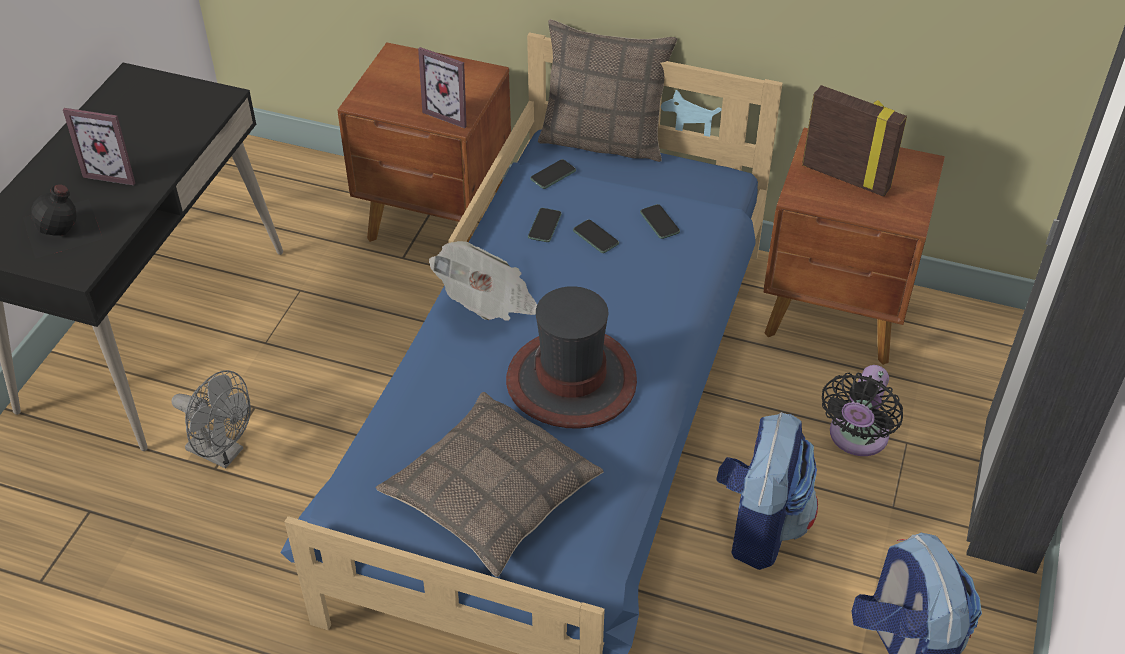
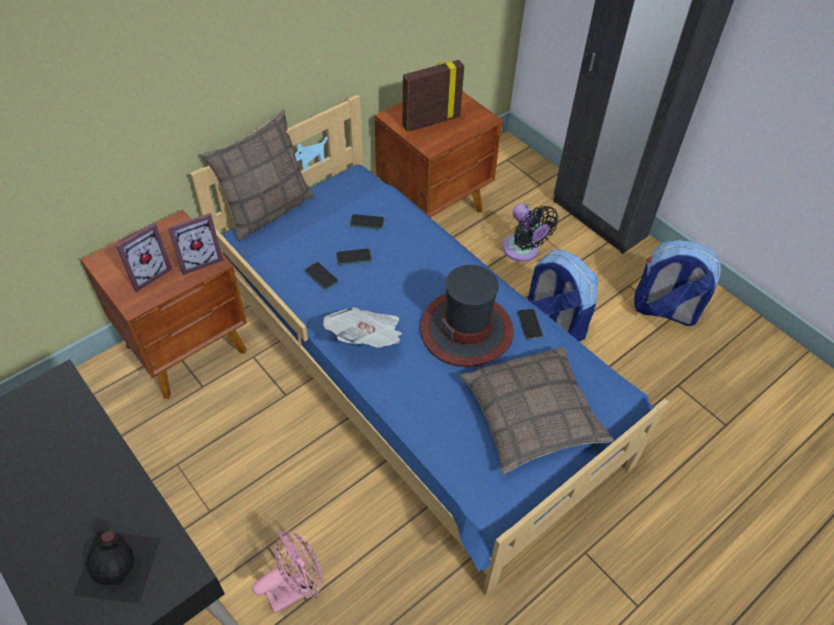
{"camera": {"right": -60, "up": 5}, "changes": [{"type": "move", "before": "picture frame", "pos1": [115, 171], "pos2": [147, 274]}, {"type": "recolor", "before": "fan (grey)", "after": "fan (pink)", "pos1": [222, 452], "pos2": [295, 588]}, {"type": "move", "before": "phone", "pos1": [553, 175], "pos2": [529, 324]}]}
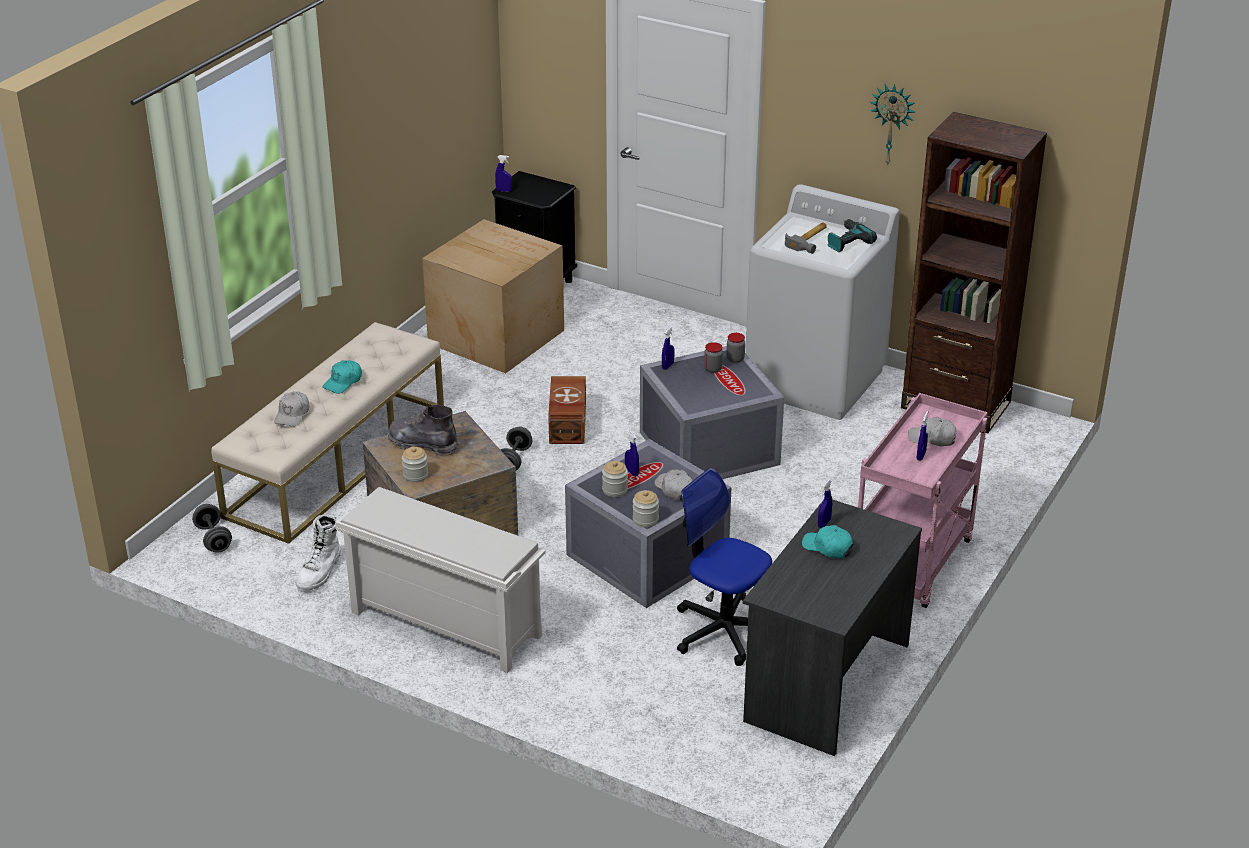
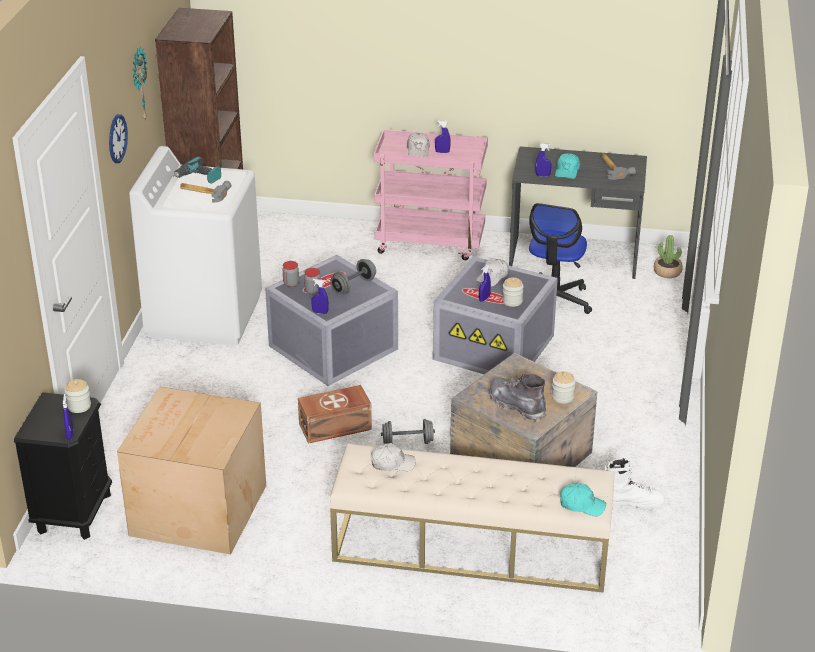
{"camera": {"right": -110, "up": 0}, "changes": [{"type": "move", "before": "dumbbell (grey)", "pos1": [213, 539], "pos2": [353, 286]}, {"type": "move", "before": "cap (white)", "pos1": [292, 415], "pos2": [392, 463]}, {"type": "move", "before": "cap (turquoise)", "pos1": [343, 382], "pos2": [581, 505]}, {"type": "delete", "before": "shoe rack (white)", "pos1": [443, 624]}, {"type": "rotate", "before": "boot (grey)", "pos1": [423, 444], "pos2": [517, 406], "turn": 135}, {"type": "move", "before": "jar", "pos1": [645, 520], "pos2": [79, 406]}, {"type": "insert", "after": "wall clock", "pos2": [117, 138]}, {"type": "insert", "after": "hammer", "pos2": [613, 168]}, {"type": "insert", "after": "potted plant", "pos2": [667, 272]}]}
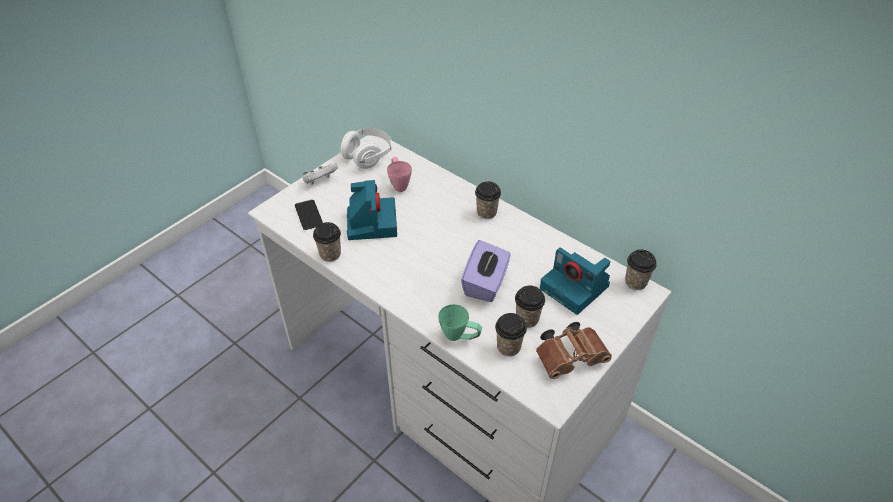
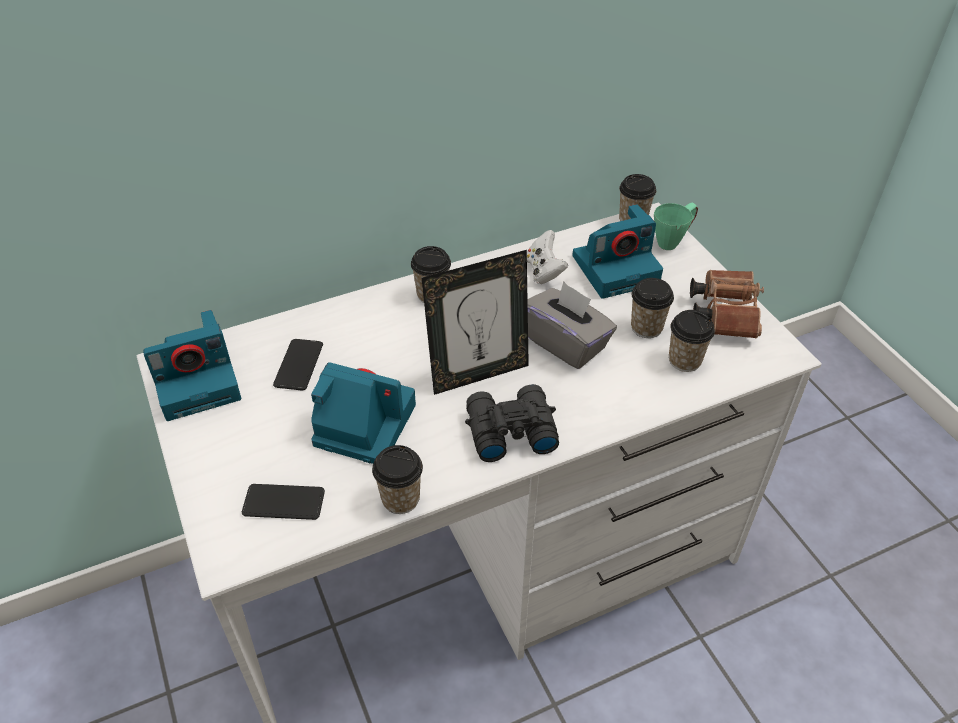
{"camera": {"right": -65, "up": 0}, "changes": [{"type": "move", "before": "game controller (white)", "pos1": [320, 181], "pos2": [544, 271]}, {"type": "replace", "before": "headphones (white)", "after": "photo camera", "pos1": [368, 156], "pos2": [199, 381]}, {"type": "replace", "before": "mug (pink)", "after": "phone", "pos1": [399, 184], "pos2": [299, 365]}, {"type": "move", "before": "mug (green)", "pos1": [460, 337], "pos2": [673, 240]}, {"type": "recolor", "before": "tissue box (purple)", "after": "tissue box (grey)", "pos1": [485, 283], "pos2": [566, 343]}, {"type": "insert", "after": "picture frame", "pos2": [478, 374]}, {"type": "insert", "after": "binoculars (black)", "pos2": [509, 430]}]}
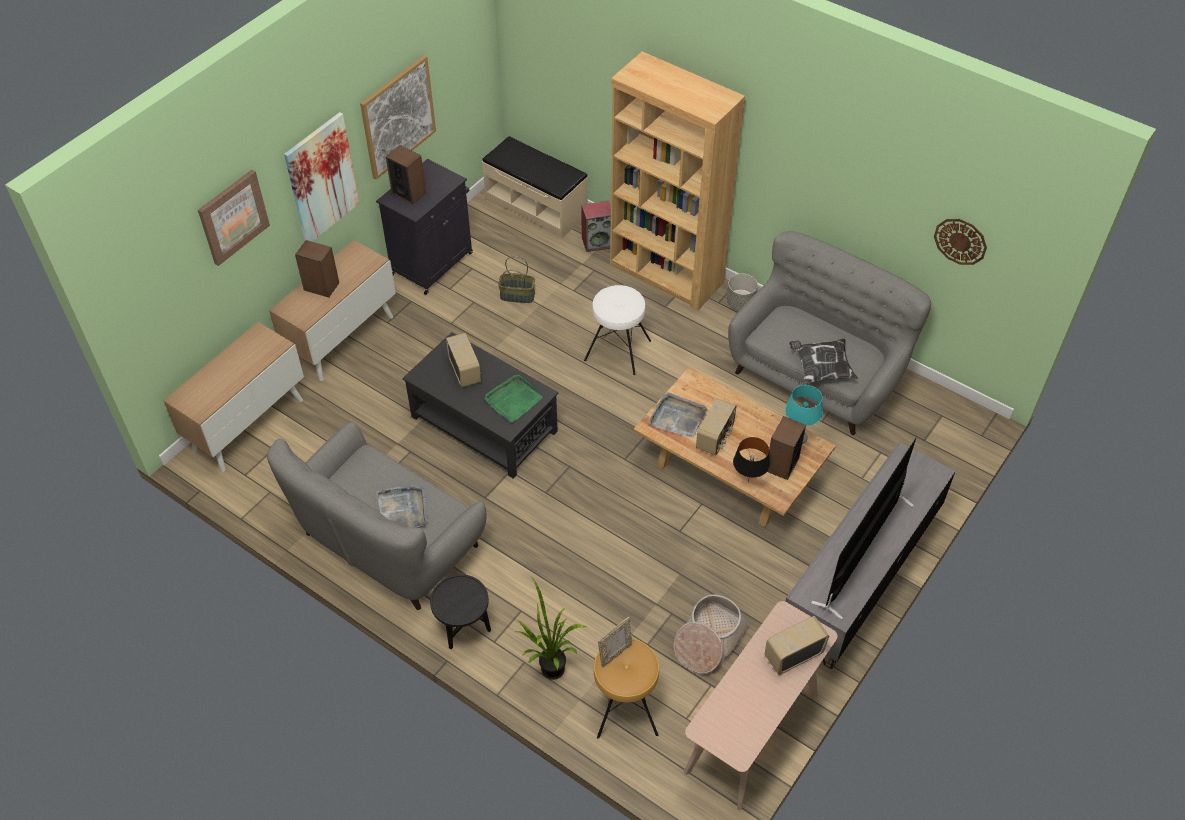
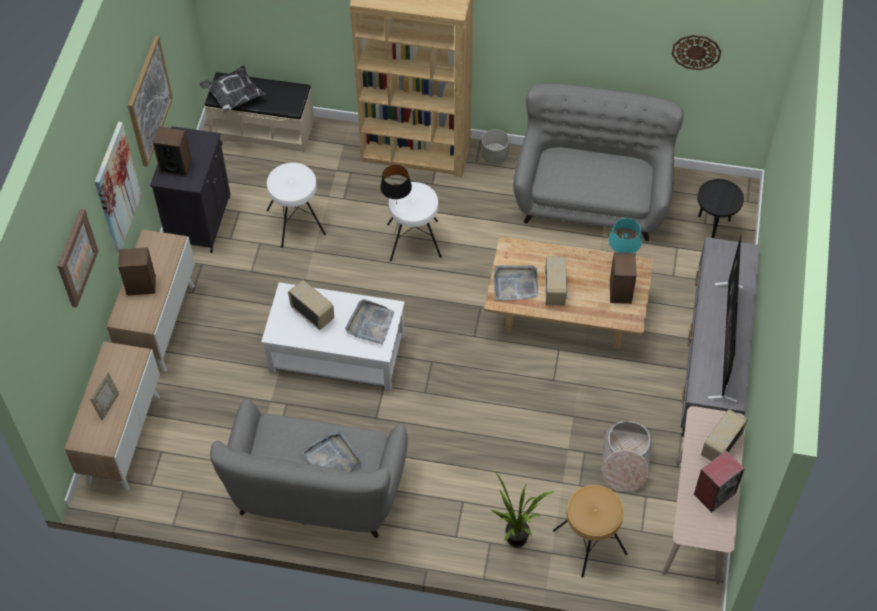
{"camera": {"right": -25, "up": 5}, "changes": [{"type": "recolor", "before": "coffee table (black)", "after": "coffee table (white)", "pos1": [483, 423], "pos2": [336, 352]}, {"type": "move", "before": "side table (black)", "pos1": [464, 632], "pos2": [713, 228]}, {"type": "recolor", "before": "tray (green)", "after": "tray (grey)", "pos1": [513, 400], "pos2": [370, 324]}, {"type": "replace", "before": "basket", "after": "stool (white)", "pos1": [518, 295], "pos2": [296, 222]}, {"type": "move", "before": "speaker", "pos1": [597, 242], "pos2": [714, 493]}, {"type": "move", "before": "picture frame", "pos1": [615, 653], "pos2": [108, 405]}, {"type": "move", "before": "table lamp (black)", "pos1": [748, 481], "pos2": [396, 203]}, {"type": "move", "before": "pillow", "pos1": [821, 368], "pos2": [233, 96]}]}
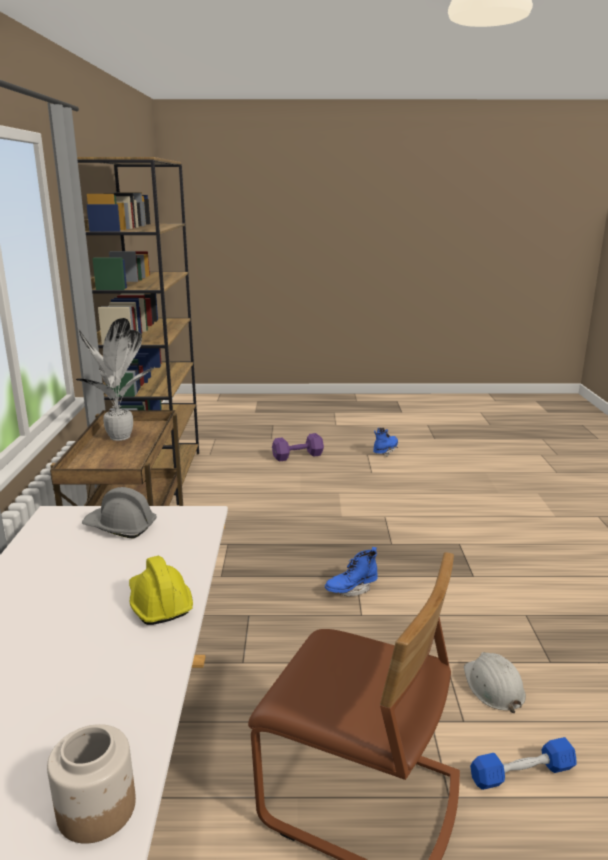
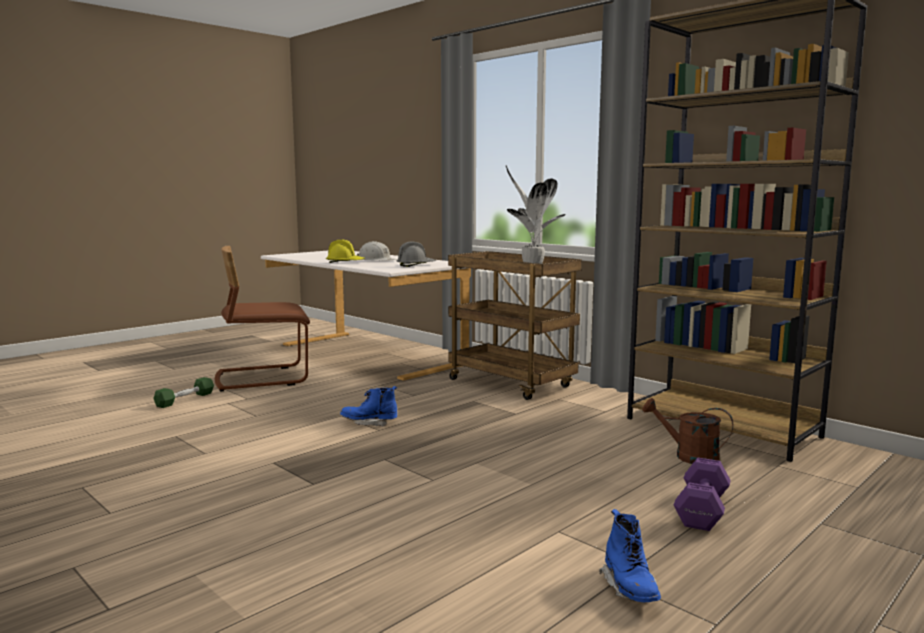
{"camera": {"right": 135, "up": -10}, "changes": [{"type": "delete", "before": "jar", "pos1": [96, 809]}, {"type": "rotate", "before": "boot (blue)", "pos1": [351, 589], "pos2": [369, 423], "turn": -105}, {"type": "move", "before": "hard hat (white)", "pos1": [493, 686], "pos2": [376, 260]}, {"type": "recolor", "before": "dumbbell (blue)", "after": "dumbbell (green)", "pos1": [522, 773], "pos2": [185, 399]}, {"type": "insert", "after": "watering can (brown)", "pos2": [688, 456]}]}
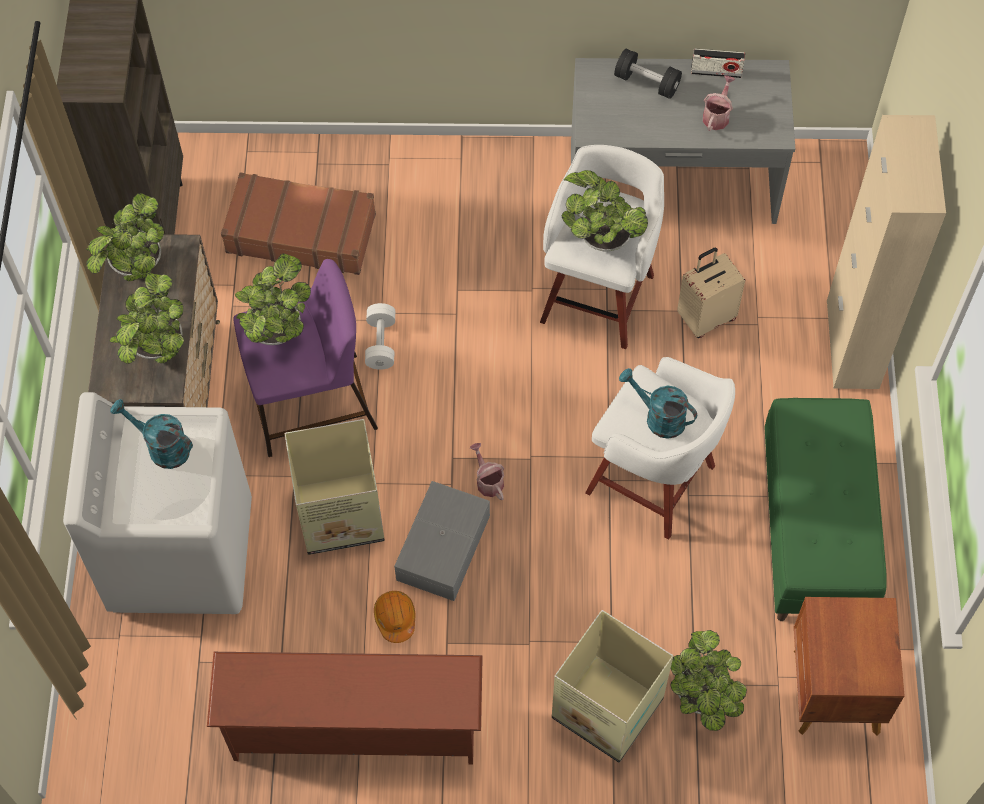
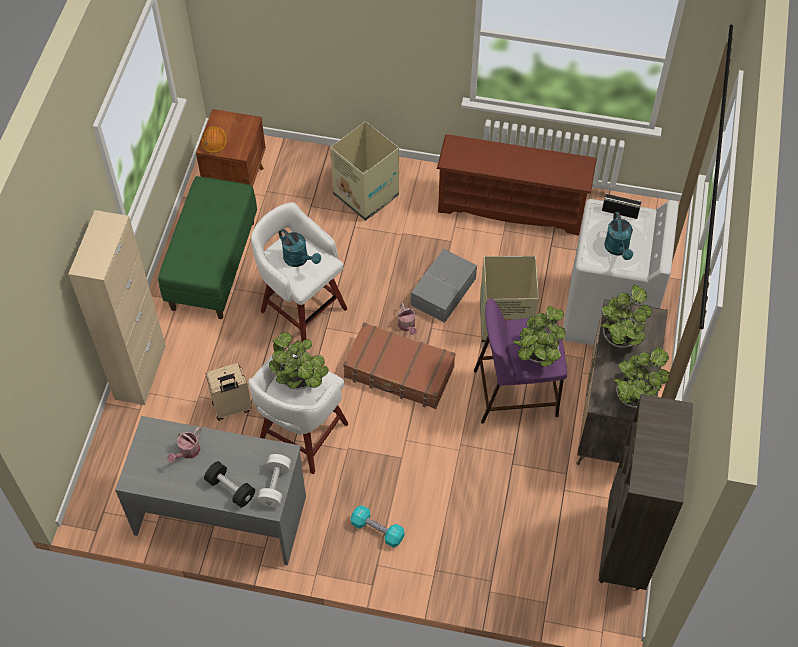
{"camera": {"right": -170, "up": -5}, "changes": [{"type": "rotate", "before": "watering can (turquoise)", "pos1": [161, 447], "pos2": [618, 249], "turn": 45}, {"type": "move", "before": "suitcase (brown)", "pos1": [301, 232], "pos2": [399, 373]}, {"type": "move", "before": "dumbbell (white)", "pos1": [381, 343], "pos2": [275, 485]}, {"type": "move", "before": "hard hat (orange)", "pos1": [395, 618], "pos2": [214, 142]}, {"type": "delete", "before": "potted plant", "pos1": [703, 699]}, {"type": "move", "before": "radio", "pos1": [716, 72], "pos2": [620, 212]}, {"type": "insert", "after": "dumbbell (turquoise)", "pos2": [377, 530]}]}
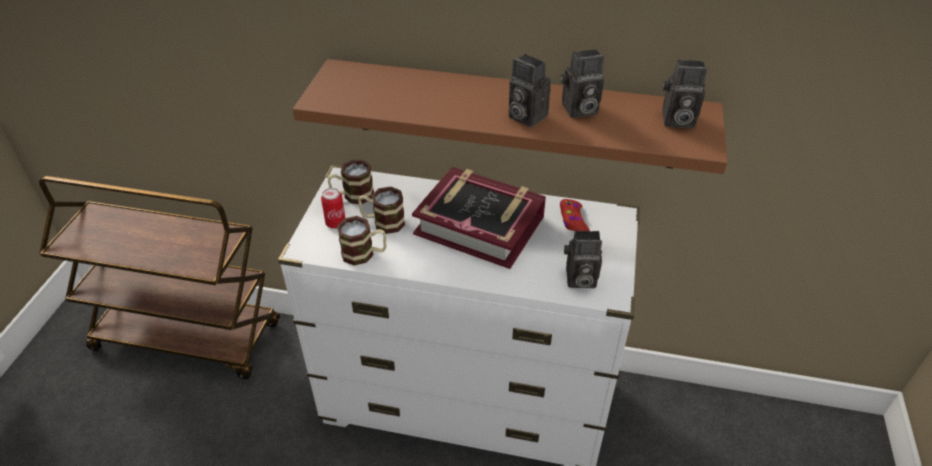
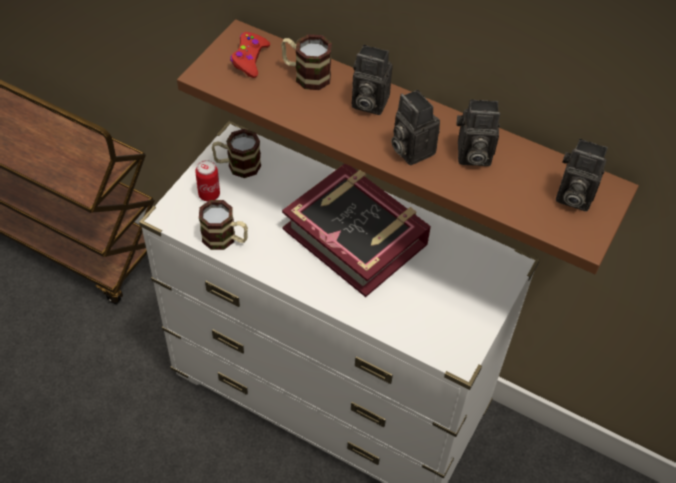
{"camera": {"right": 15, "up": 10}, "changes": [{"type": "move", "before": "mug", "pos1": [383, 222], "pos2": [305, 75]}, {"type": "move", "before": "game controller (red)", "pos1": [573, 221], "pos2": [249, 59]}, {"type": "move", "before": "photo camera", "pos1": [579, 279], "pos2": [367, 102]}]}
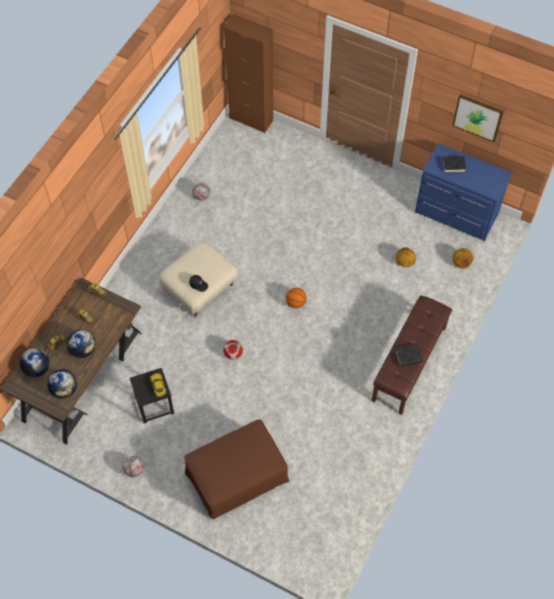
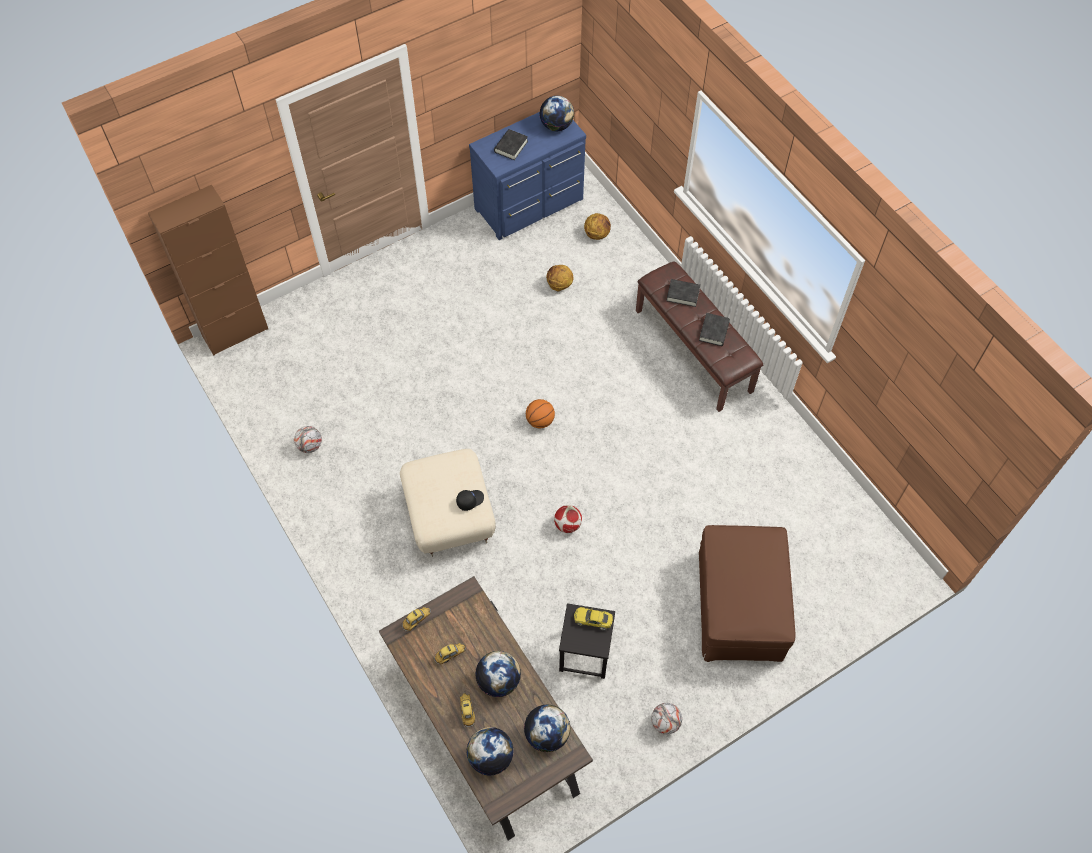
{"camera": {"right": -60, "up": 0}, "changes": [{"type": "delete", "before": "picture", "pos1": [477, 117]}, {"type": "insert", "after": "globe", "pos2": [556, 126]}, {"type": "insert", "after": "book (black)", "pos2": [683, 294]}]}
